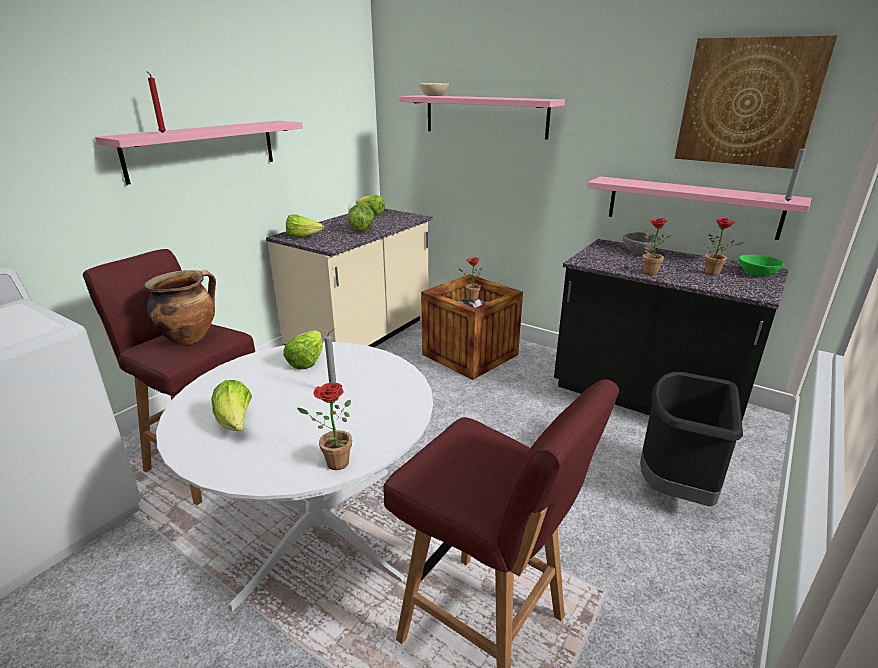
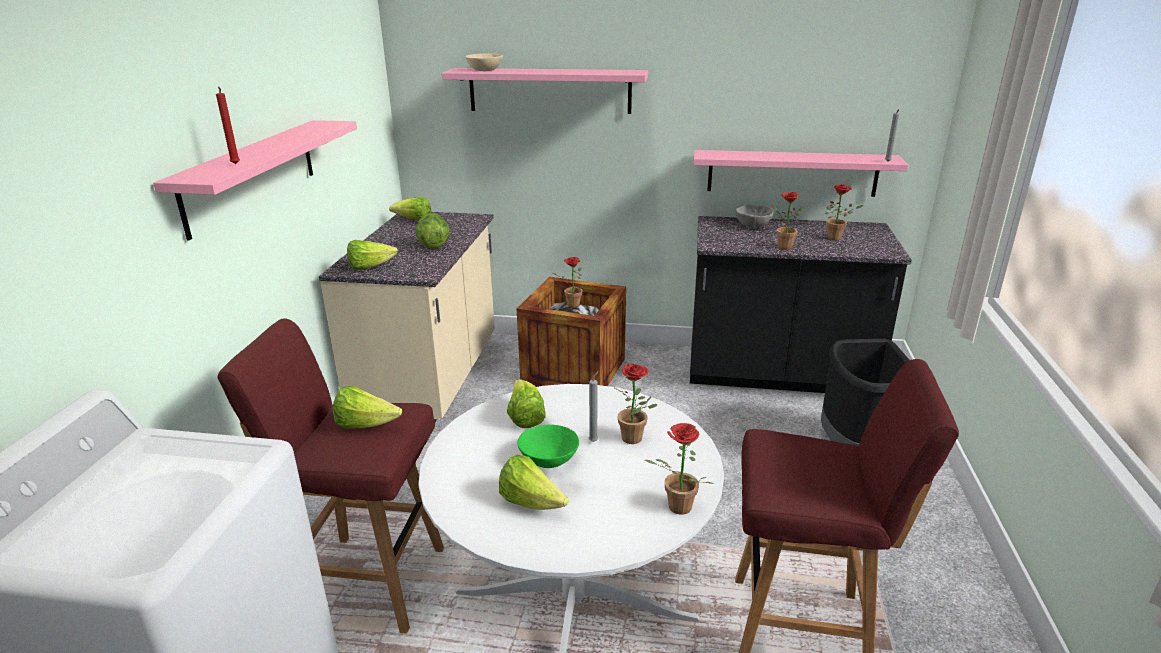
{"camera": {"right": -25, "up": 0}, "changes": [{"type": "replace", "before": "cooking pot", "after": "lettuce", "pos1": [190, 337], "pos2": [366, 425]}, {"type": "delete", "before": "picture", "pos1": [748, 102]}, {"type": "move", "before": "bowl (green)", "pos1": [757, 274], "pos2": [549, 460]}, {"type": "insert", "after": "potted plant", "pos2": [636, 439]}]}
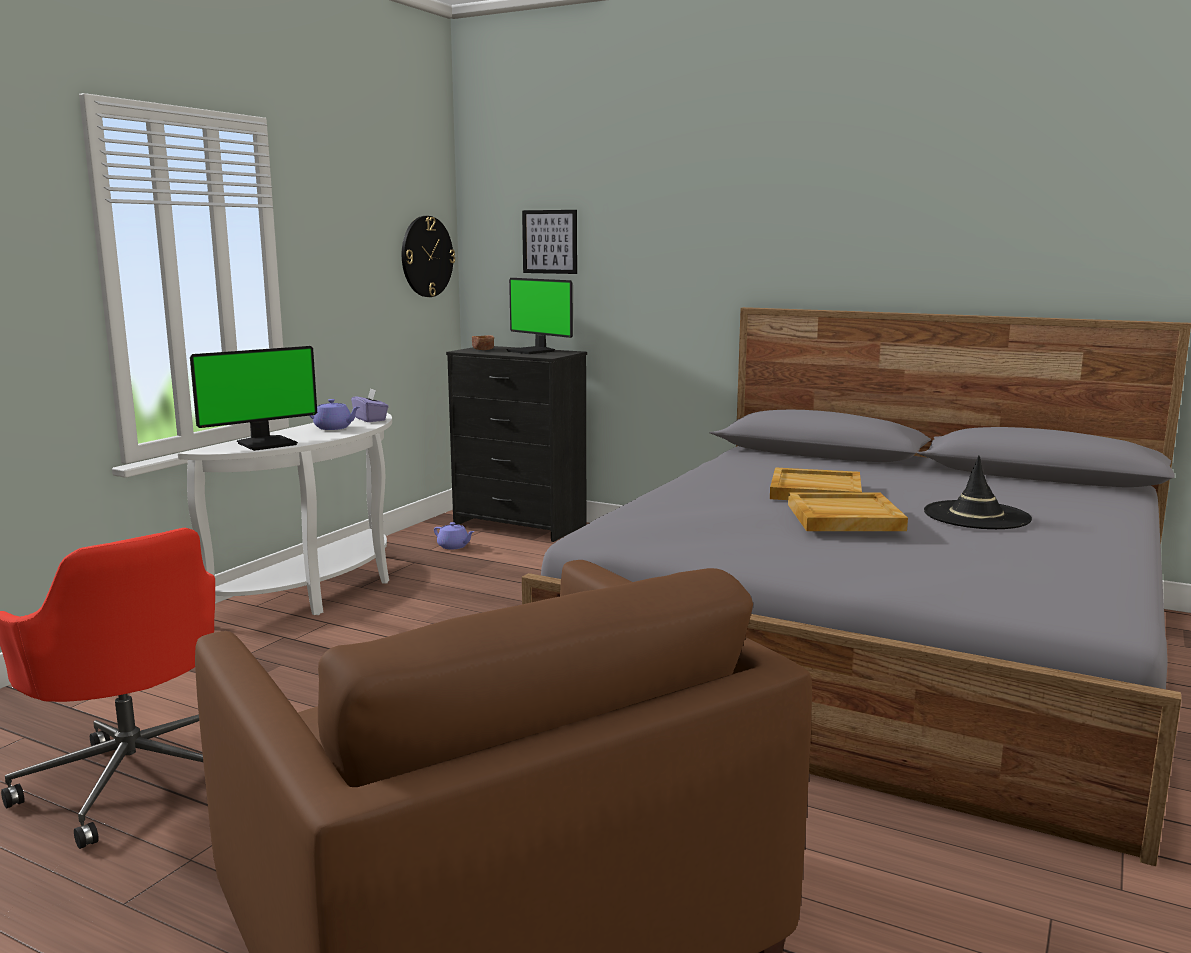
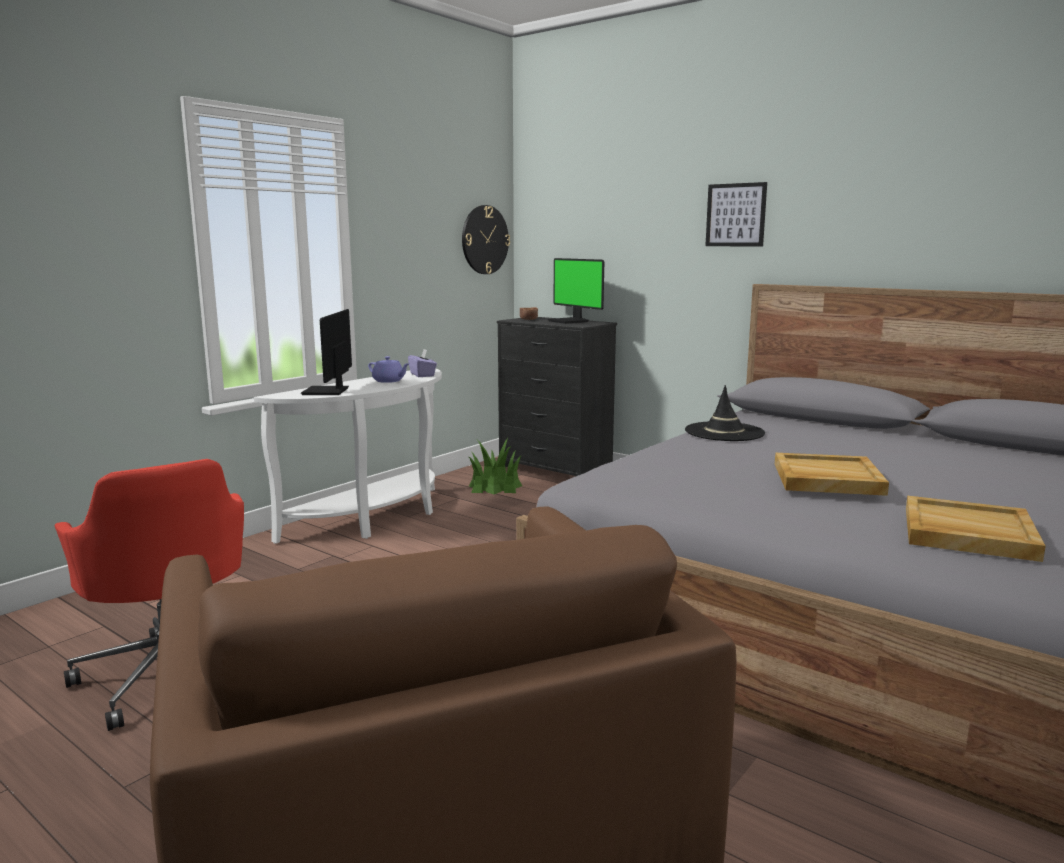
{"camera": {"right": 10, "up": 0}, "changes": [{"type": "rotate", "before": "monitor", "pos1": [266, 443], "pos2": [327, 391], "turn": 120}, {"type": "replace", "before": "teapot (purple)", "after": "potted plant", "pos1": [454, 546], "pos2": [494, 486]}, {"type": "move", "before": "picture", "pos1": [550, 241], "pos2": [735, 215]}, {"type": "move", "before": "tray (beige)", "pos1": [814, 491], "pos2": [967, 533]}, {"type": "move", "before": "hat (black)", "pos1": [976, 516], "pos2": [724, 432]}]}
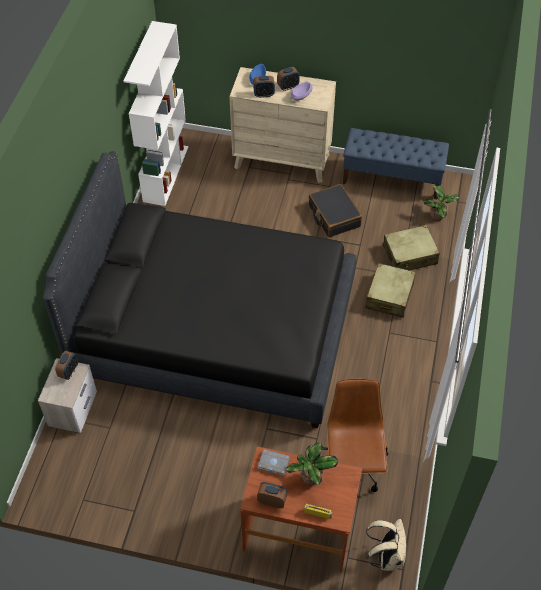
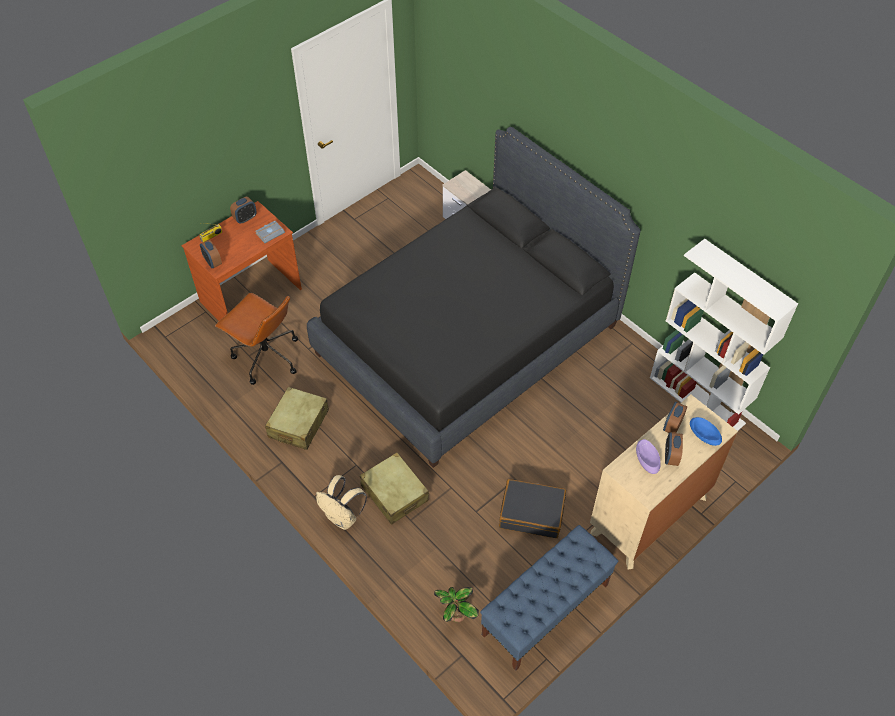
{"camera": {"right": 125, "up": 0}, "changes": [{"type": "move", "before": "alarm clock", "pos1": [69, 371], "pos2": [213, 262]}, {"type": "delete", "before": "potted plant", "pos1": [310, 479]}, {"type": "move", "before": "backpack (beige)", "pos1": [386, 556], "pos2": [343, 518]}, {"type": "move", "before": "suitcase (beige)", "pos1": [410, 255], "pos2": [298, 424]}]}
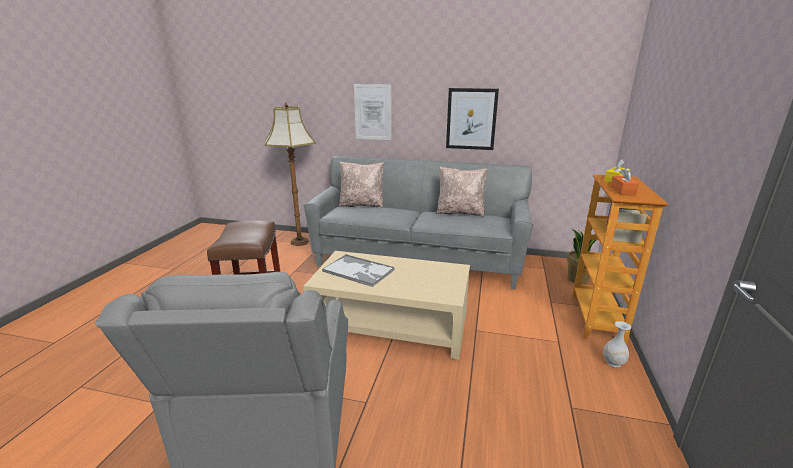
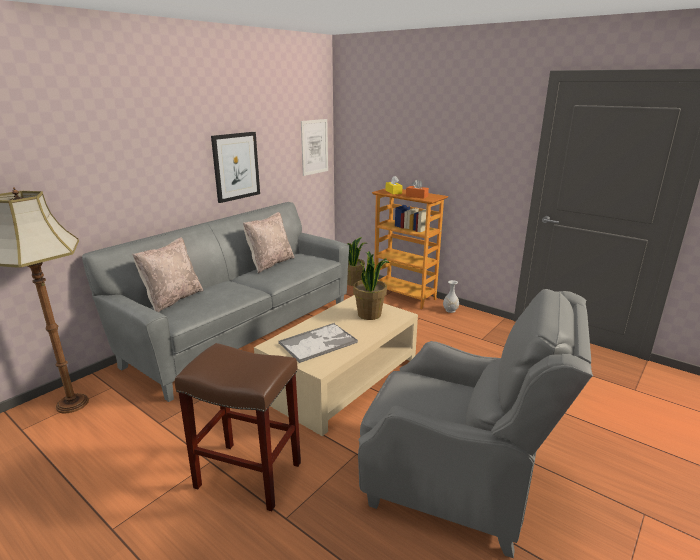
{"camera": {"right": -65, "up": 0}, "changes": [{"type": "move", "before": "picture", "pos1": [373, 112], "pos2": [314, 147]}, {"type": "insert", "after": "potted plant", "pos2": [370, 314]}]}
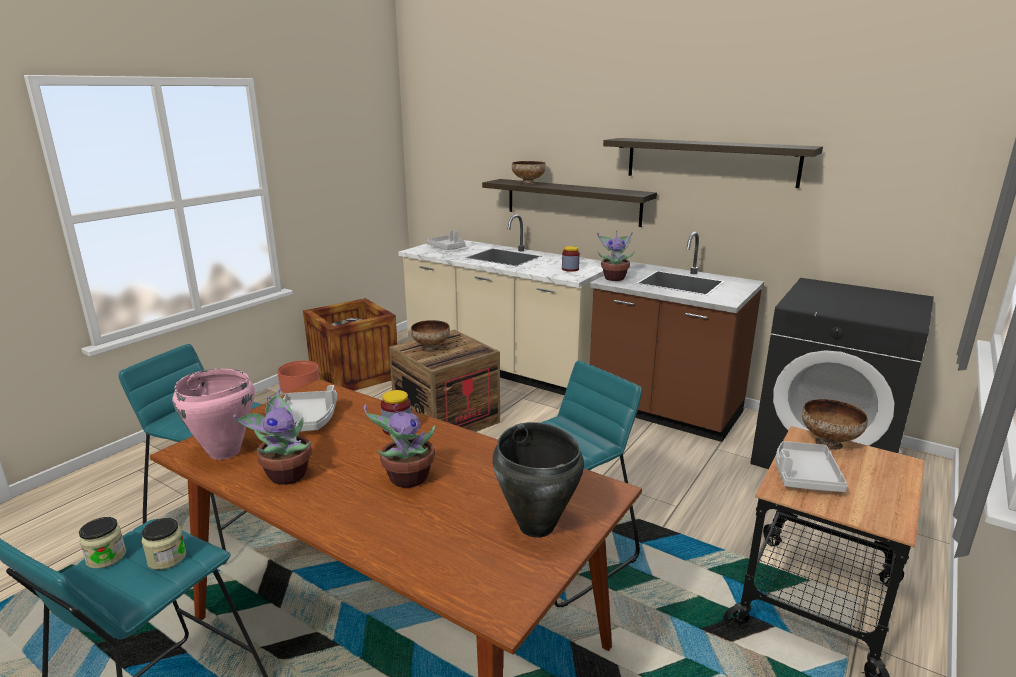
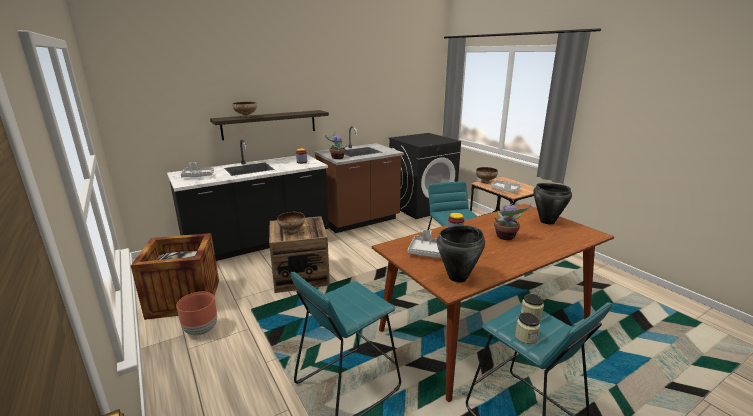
{"camera": {"right": -65, "up": 0}, "changes": [{"type": "recolor", "before": "cooking pot (pink)", "after": "cooking pot (black)", "pos1": [224, 452], "pos2": [458, 277]}, {"type": "delete", "before": "potted plant", "pos1": [285, 474]}, {"type": "recolor", "before": "counter (beige)", "after": "counter (black)", "pos1": [504, 367], "pos2": [258, 243]}, {"type": "delete", "before": "shelf", "pos1": [710, 161]}]}
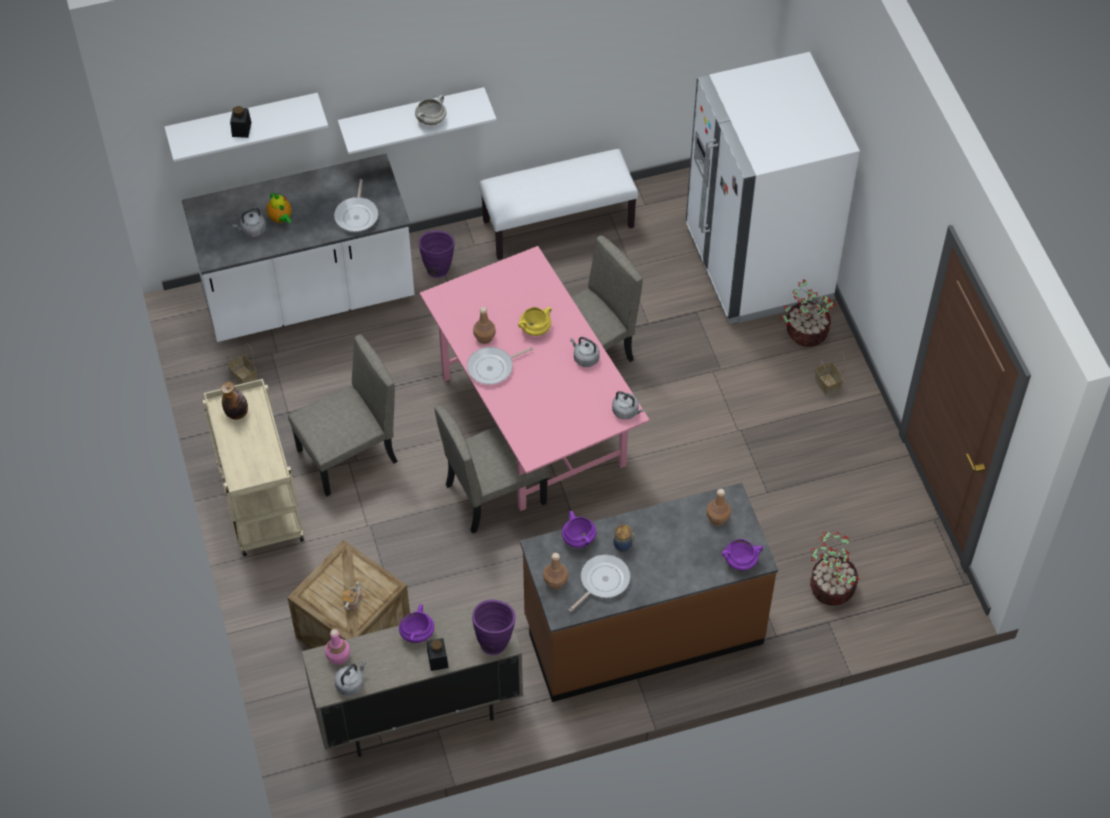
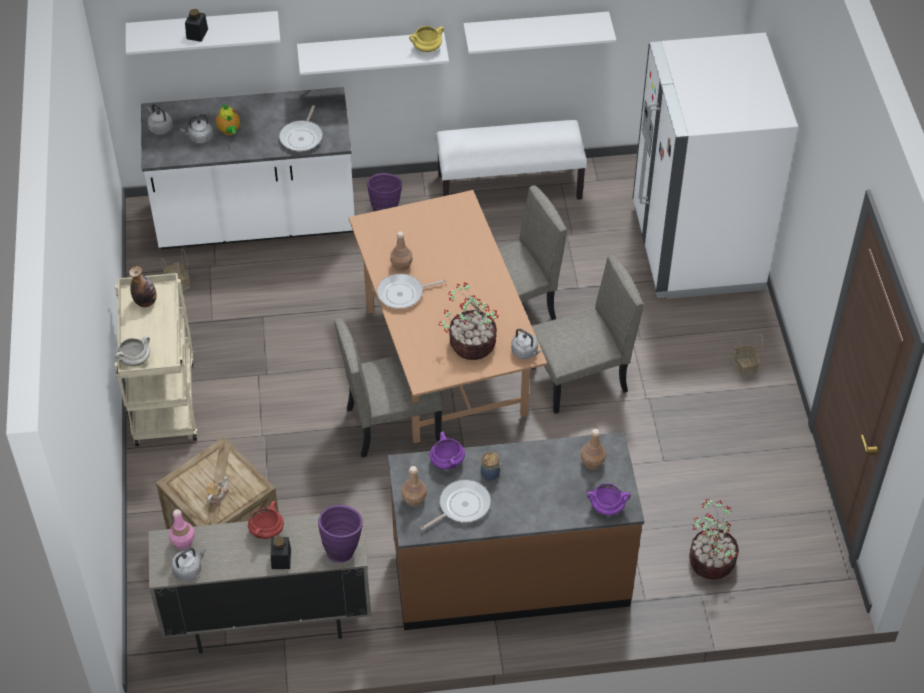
{"camera": {"right": 10, "up": -5}, "changes": [{"type": "move", "before": "chair (beige)", "pos1": [347, 456], "pos2": [579, 380]}, {"type": "recolor", "before": "cooking pot (purple)", "after": "cooking pot (red)", "pos1": [417, 633], "pos2": [266, 530]}, {"type": "move", "before": "cooking pot (white)", "pos1": [431, 120], "pos2": [135, 360]}, {"type": "recolor", "before": "dining table (pink)", "after": "dining table (brown)", "pos1": [534, 421], "pos2": [446, 362]}, {"type": "move", "before": "cooking pot (yellow)", "pos1": [535, 329], "pos2": [426, 48]}, {"type": "move", "before": "kettle (grey)", "pos1": [585, 358], "pos2": [160, 128]}, {"type": "move", "before": "potted plant", "pos1": [805, 331], "pos2": [470, 344]}, {"type": "insert", "after": "shelf (white)", "pos2": [535, 31]}]}
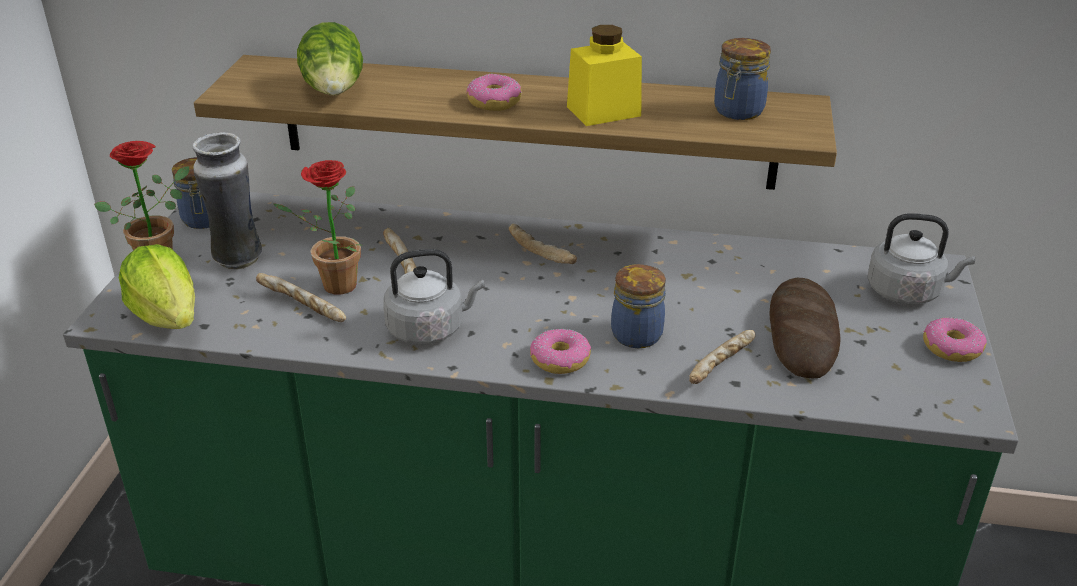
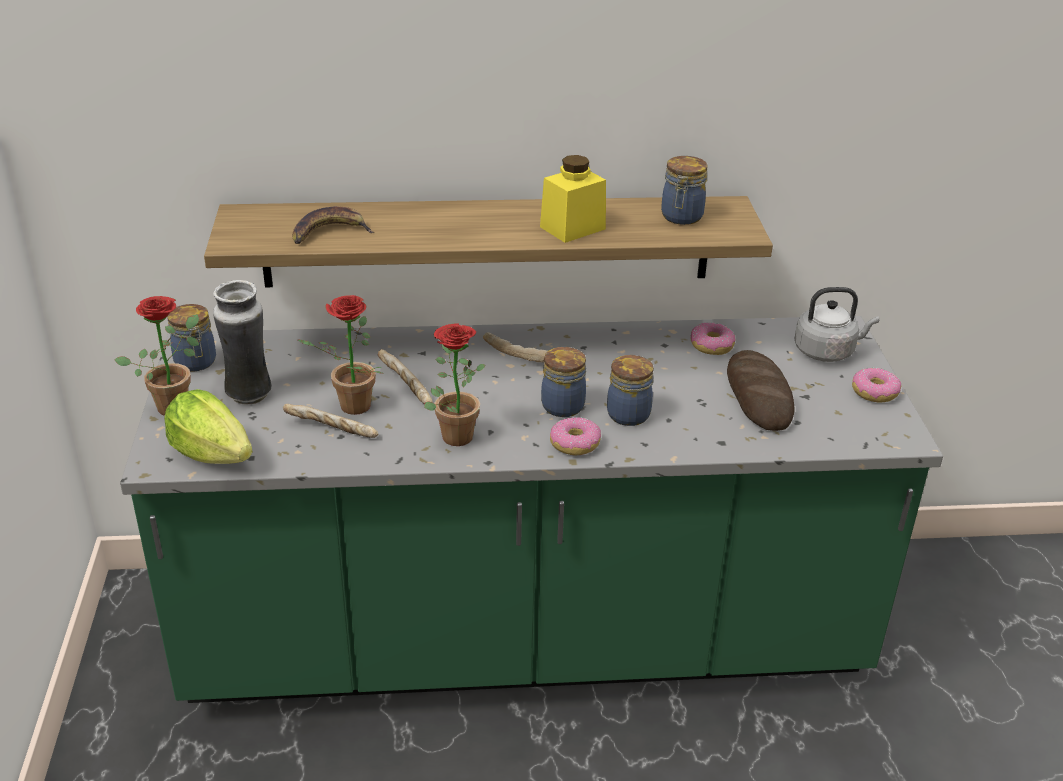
{"camera": {"right": -15, "up": 0}, "changes": [{"type": "replace", "before": "lettuce", "after": "banana", "pos1": [335, 91], "pos2": [329, 232]}, {"type": "replace", "before": "kettle (grey)", "after": "potted plant", "pos1": [429, 329], "pos2": [453, 433]}, {"type": "move", "before": "donut", "pos1": [494, 102], "pos2": [711, 346]}, {"type": "delete", "before": "bread", "pos1": [722, 366]}, {"type": "insert", "after": "jar", "pos2": [563, 405]}]}
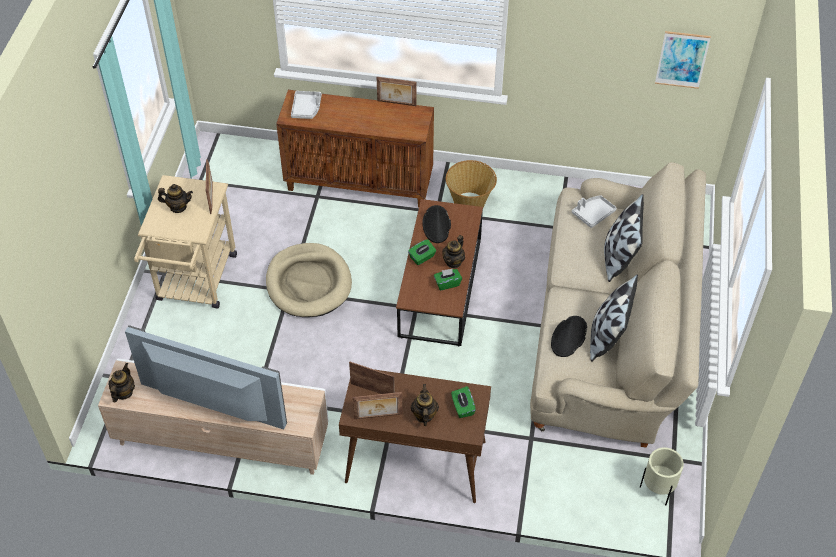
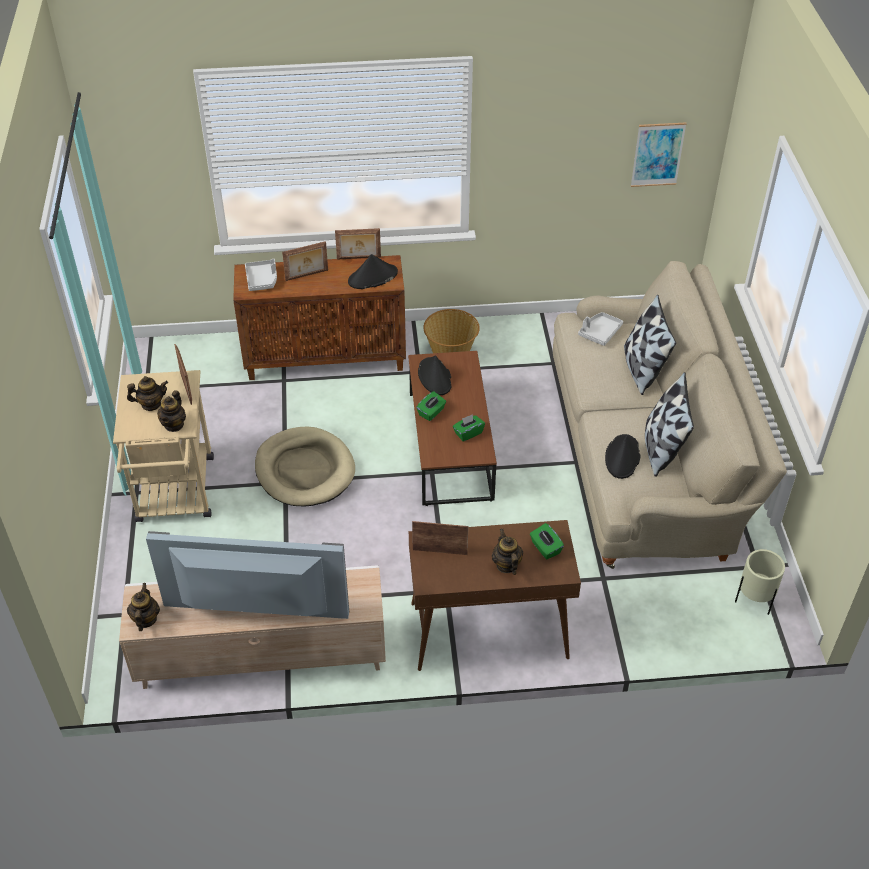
{"camera": {"right": -15, "up": -5}, "changes": [{"type": "move", "before": "picture frame", "pos1": [378, 417], "pos2": [307, 275]}, {"type": "move", "before": "teapot", "pos1": [453, 262], "pos2": [174, 424]}, {"type": "insert", "after": "hat (black)", "pos2": [372, 277]}]}
